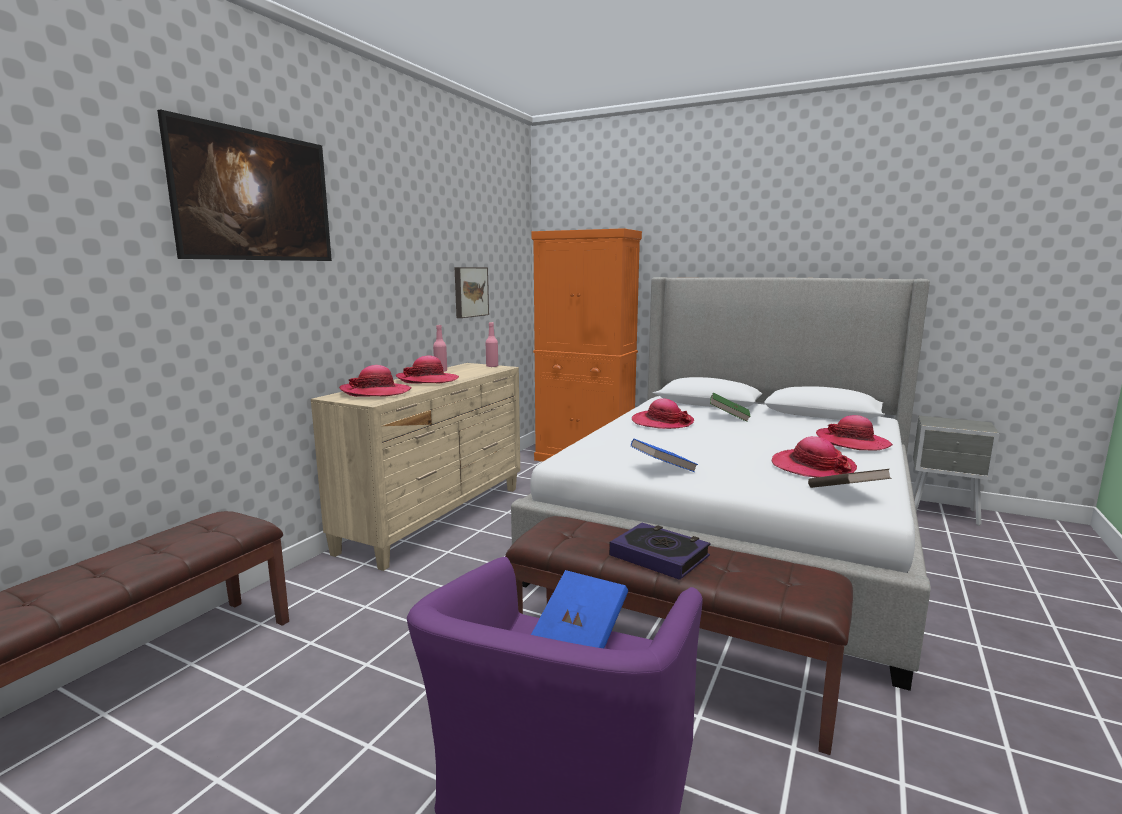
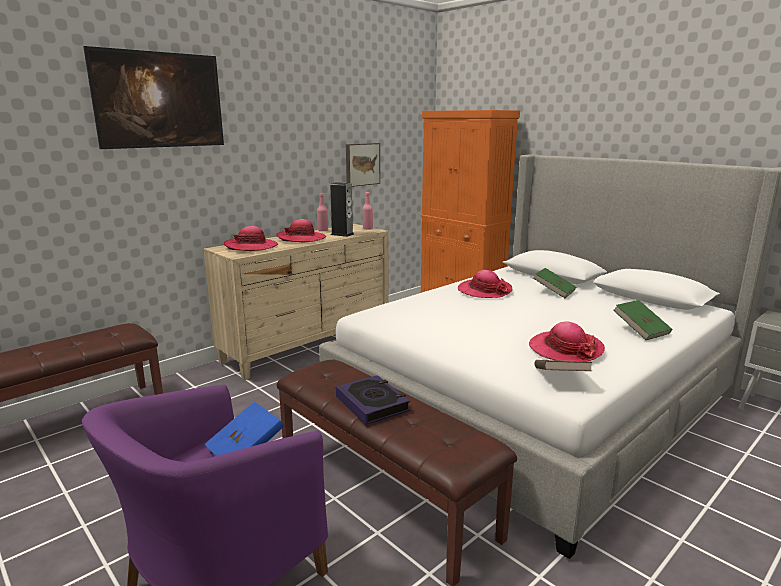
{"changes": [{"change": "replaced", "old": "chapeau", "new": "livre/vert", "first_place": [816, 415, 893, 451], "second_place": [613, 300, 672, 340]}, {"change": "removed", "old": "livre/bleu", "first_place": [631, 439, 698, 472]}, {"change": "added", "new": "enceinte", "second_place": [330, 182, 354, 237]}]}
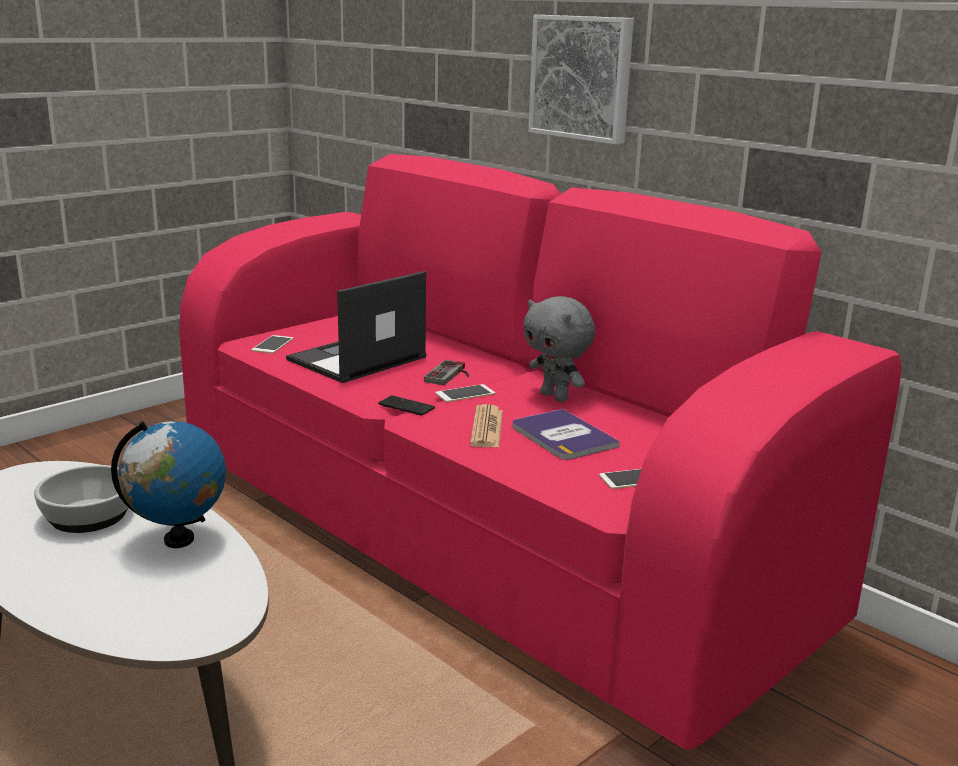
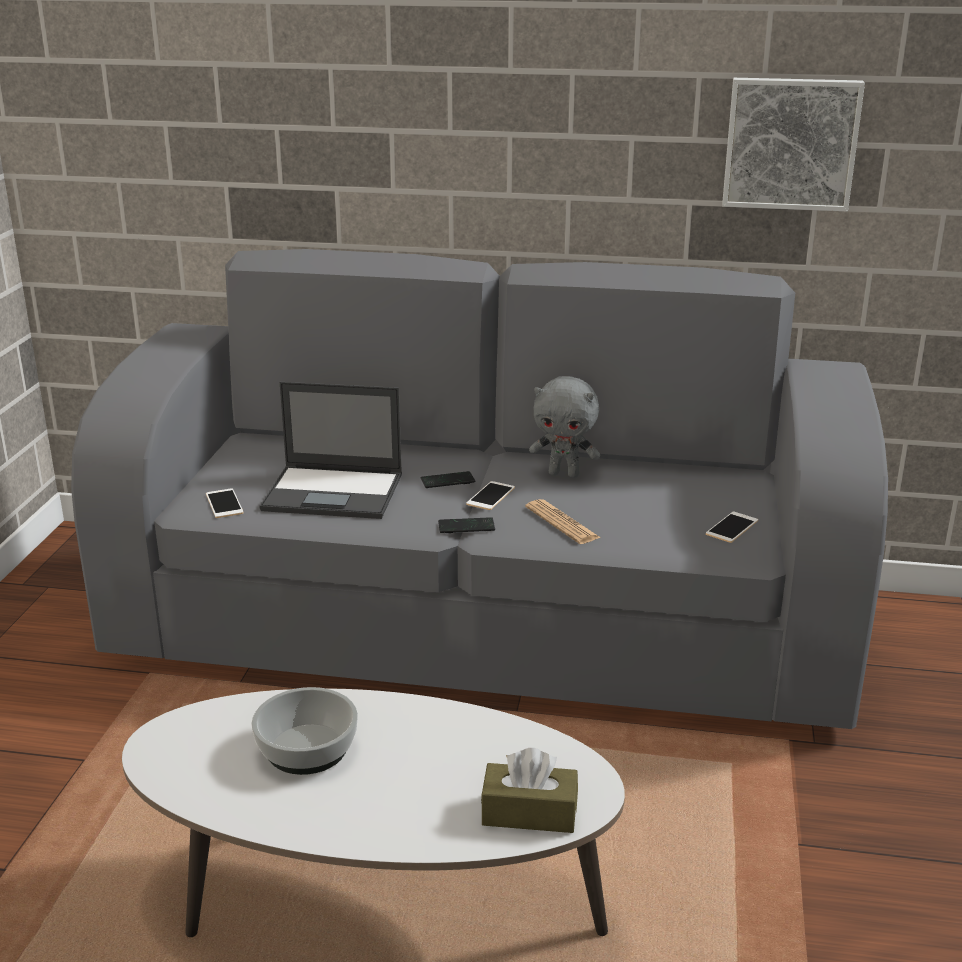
{"changes": [{"change": "moved", "old": "tableau", "first_place": [528, 15, 634, 144], "second_place": [722, 78, 865, 211]}, {"change": "recoloured", "old": "canapé/rose", "new": "canapé/gris", "first_place": [179, 154, 902, 749], "second_place": [71, 249, 888, 729]}, {"change": "turned", "old": "ordinateur portable", "first_place": [286, 271, 427, 383], "second_place": [259, 382, 402, 519], "degrees": -90}, {"change": "replaced", "old": "manette", "new": "téléphone", "first_place": [424, 360, 469, 385], "second_place": [421, 471, 475, 488]}, {"change": "removed", "old": "livre", "first_place": [512, 409, 620, 460]}, {"change": "removed", "old": "globe", "first_place": [111, 421, 226, 548]}, {"change": "added", "new": "boîte à mouchoirs/marron", "second_place": [481, 748, 578, 833]}]}
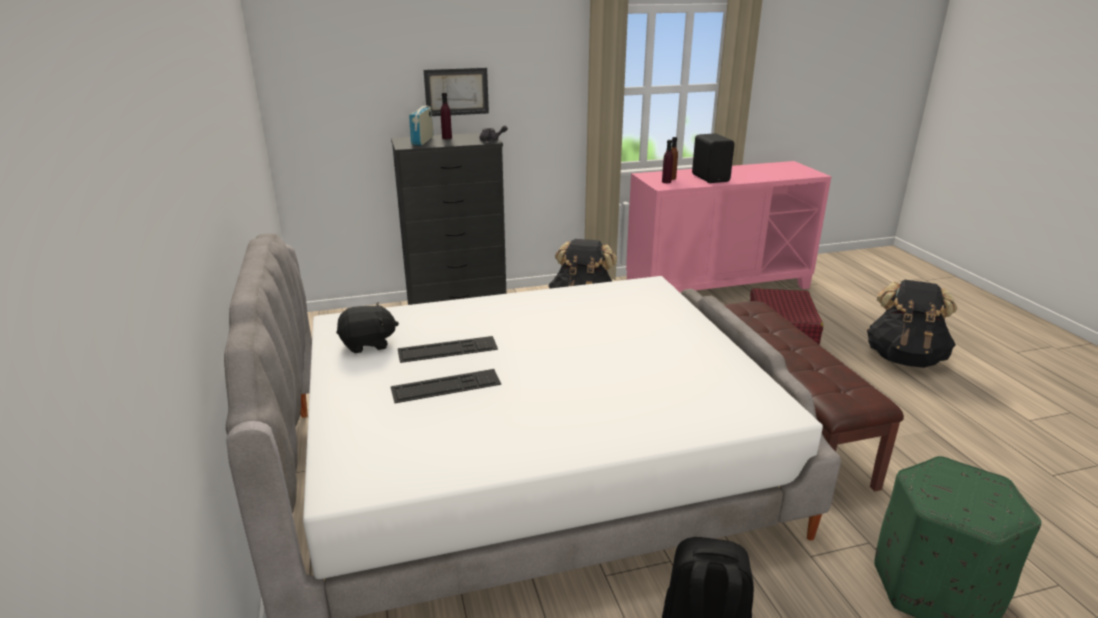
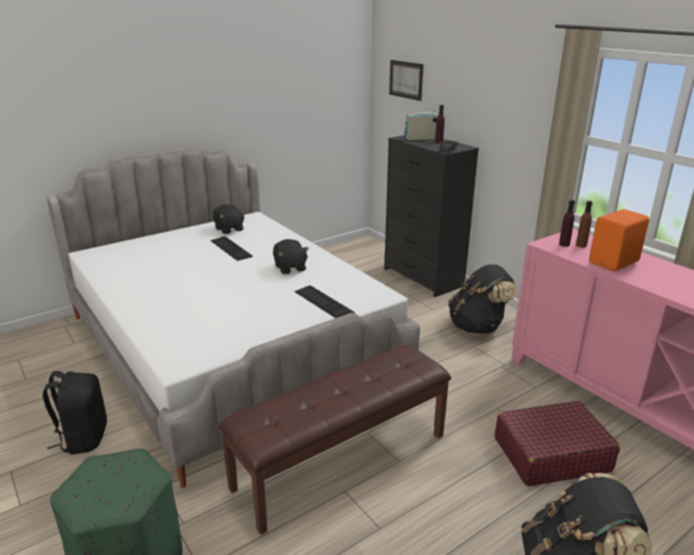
{"changes": [{"change": "moved", "old": "tableau", "first_place": [424, 68, 489, 116], "second_place": [389, 60, 423, 101]}, {"change": "recoloured", "old": "enceinte/noir", "new": "enceinte/orange", "first_place": [692, 133, 735, 183], "second_place": [589, 209, 649, 271]}, {"change": "moved", "old": "clavier", "first_place": [391, 369, 501, 403], "second_place": [294, 285, 355, 318]}, {"change": "added", "new": "peluche/noir", "second_place": [273, 239, 309, 274]}]}
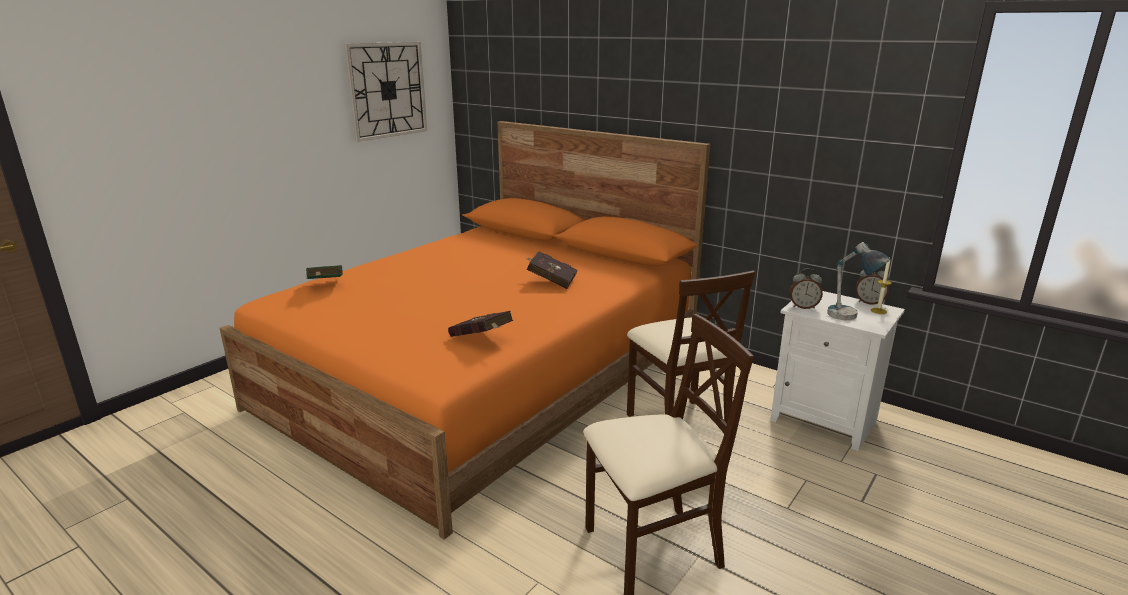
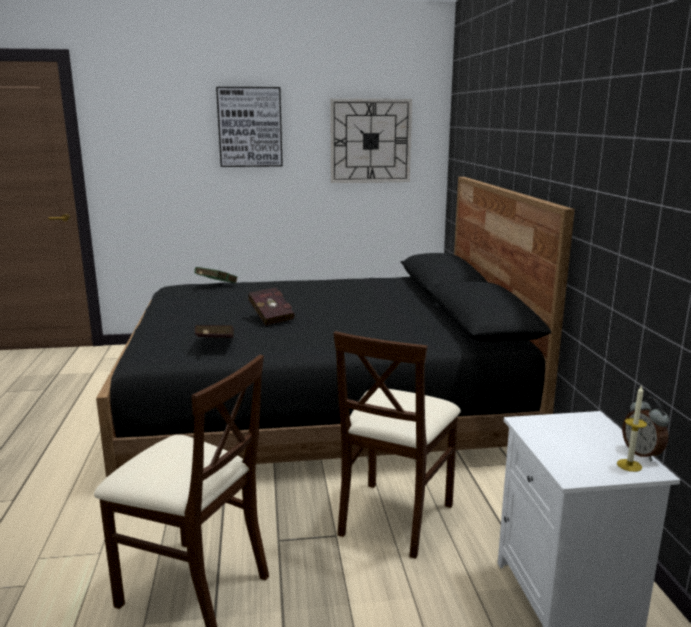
{"changes": [{"change": "recoloured", "old": "lit/orange", "new": "lit/noir", "first_place": [220, 121, 710, 540], "second_place": [96, 177, 575, 478]}, {"change": "removed", "old": "lampe de table", "first_place": [827, 242, 890, 320]}, {"change": "moved", "old": "livre/rouge", "first_place": [527, 251, 578, 289], "second_place": [248, 288, 295, 325]}, {"change": "removed", "old": "réveil", "first_place": [789, 268, 823, 309]}, {"change": "added", "new": "tableau", "second_place": [216, 87, 283, 167]}]}
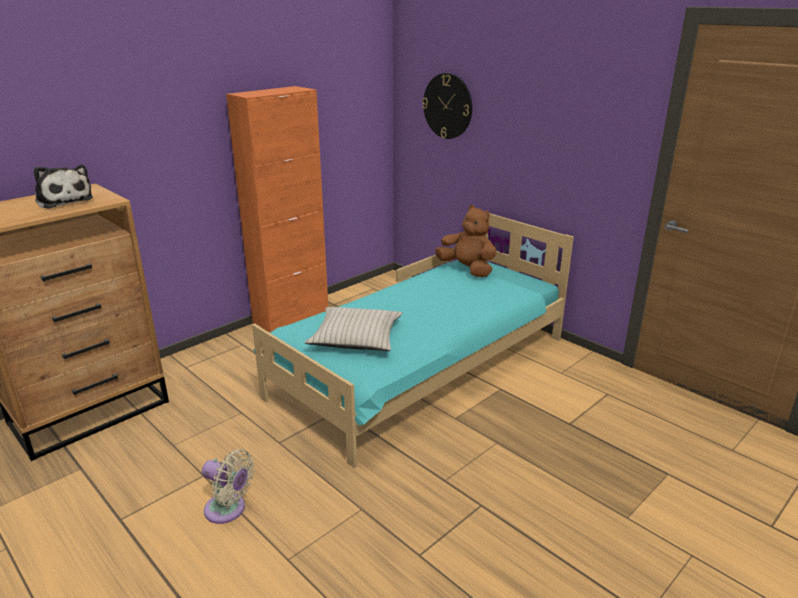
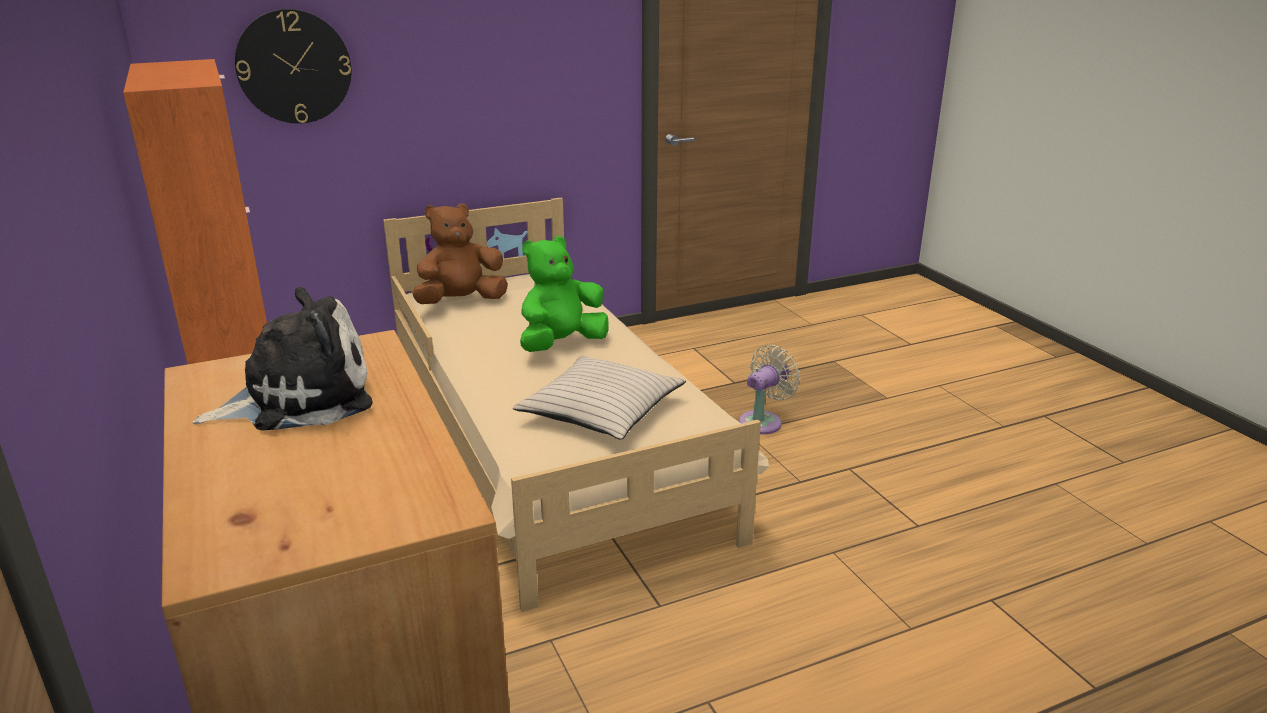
{"changes": [{"change": "recoloured", "old": "lit/turquoise", "new": "lit/beige", "first_place": [252, 213, 574, 469], "second_place": [383, 198, 769, 612]}, {"change": "moved", "old": "ventilateur/beige", "first_place": [202, 449, 254, 524], "second_place": [739, 345, 800, 434]}, {"change": "added", "new": "peluche/vert", "second_place": [520, 236, 608, 352]}]}
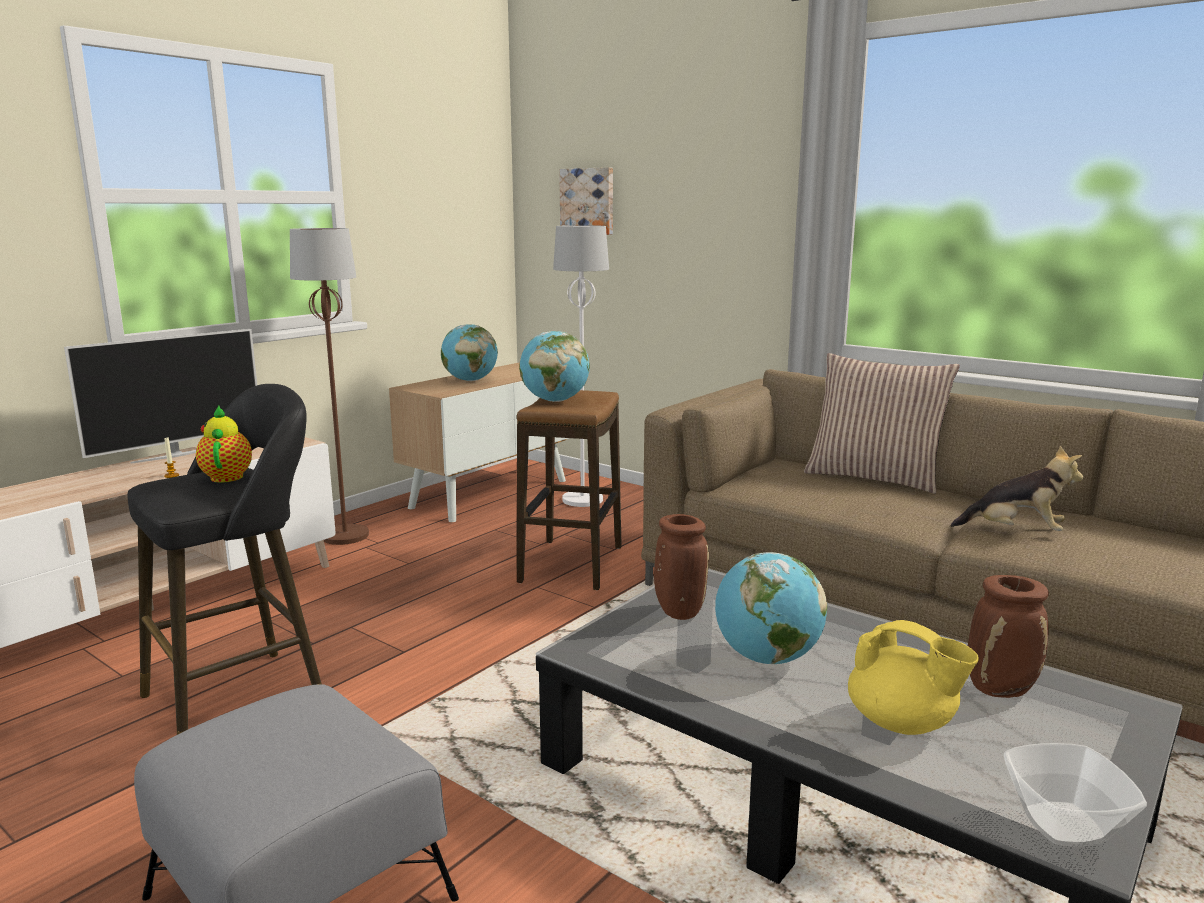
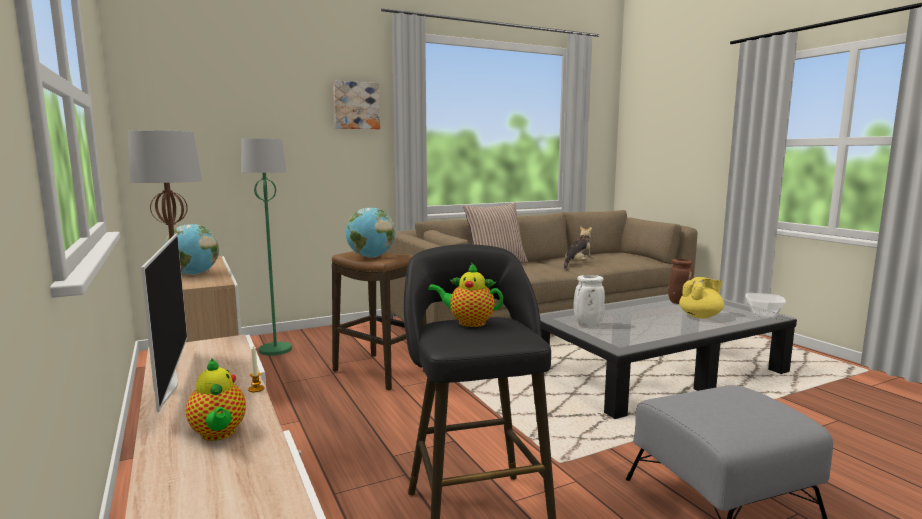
{"changes": [{"change": "moved", "old": "tableau", "first_place": [559, 167, 613, 235], "second_place": [333, 81, 380, 129]}, {"change": "recoloured", "old": "lampadaire/blanc", "new": "lampadaire/vert", "first_place": [553, 225, 609, 507], "second_place": [241, 139, 292, 356]}, {"change": "recoloured", "old": "vase/marron", "new": "vase/blanc", "first_place": [654, 514, 709, 620], "second_place": [573, 275, 605, 327]}, {"change": "removed", "old": "globe", "first_place": [715, 552, 827, 664]}, {"change": "added", "new": "théière", "second_place": [186, 359, 246, 441]}]}
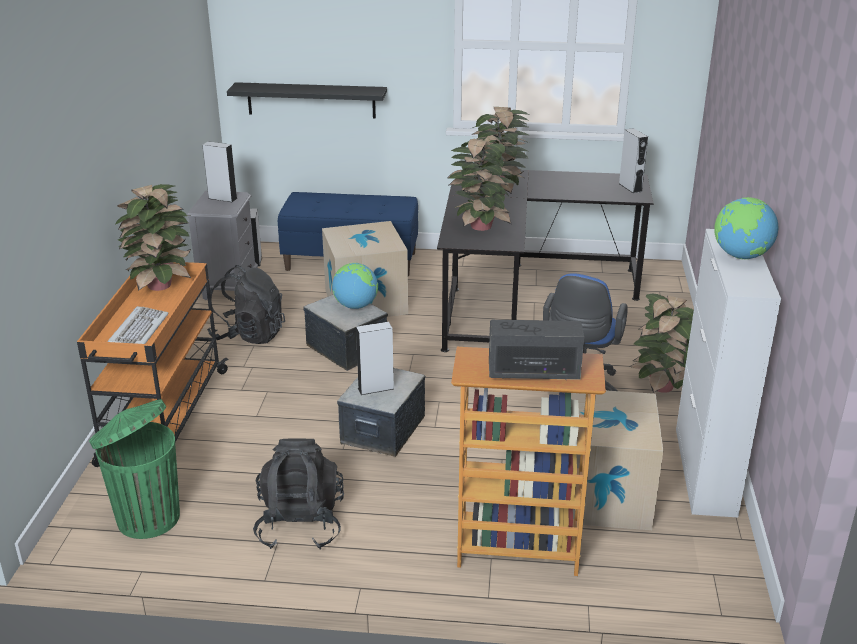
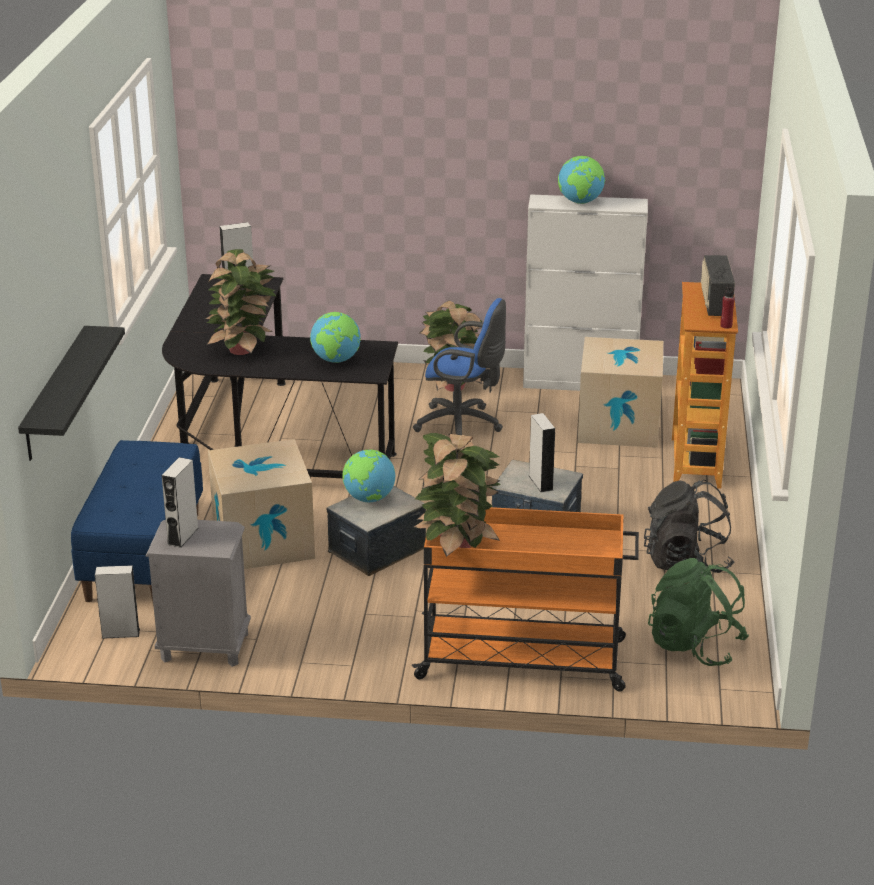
{"changes": [{"change": "replaced", "old": "plante en pot", "new": "globe", "first_place": [447, 135, 516, 231], "second_place": [310, 312, 361, 363]}, {"change": "removed", "old": "sac à dos/noir", "first_place": [207, 265, 285, 344]}, {"change": "removed", "old": "clavier", "first_place": [108, 306, 169, 344]}, {"change": "replaced", "old": "poubelle/vert", "new": "sac à dos/vert", "first_place": [89, 399, 180, 539], "second_place": [648, 558, 749, 666]}, {"change": "added", "new": "bouteille/rouge", "second_place": [720, 285, 735, 329]}]}
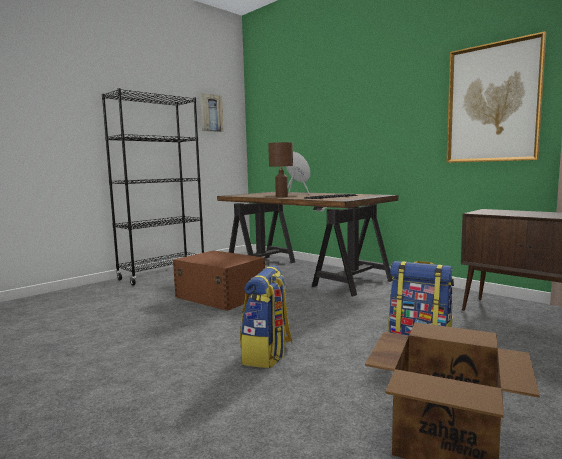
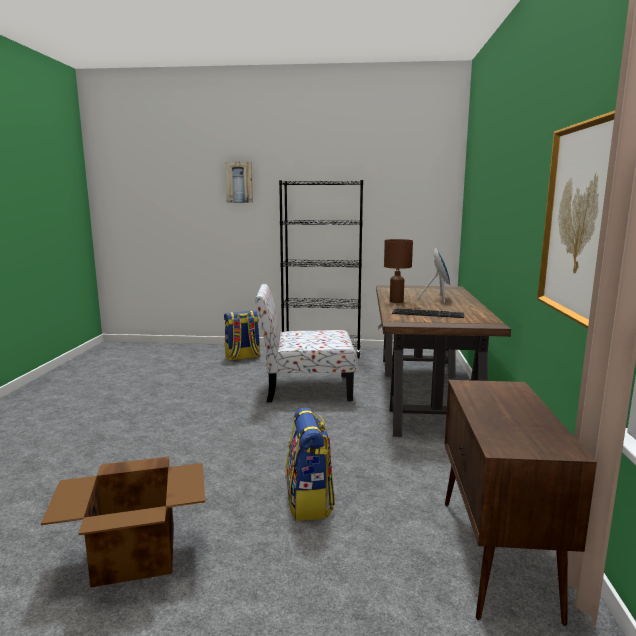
{"changes": [{"change": "moved", "old": "tableau", "first_place": [200, 93, 223, 132], "second_place": [225, 162, 253, 203]}, {"change": "replaced", "old": "boîte de rangement/marron", "new": "chaise", "first_place": [173, 250, 265, 311], "second_place": [255, 283, 356, 402]}, {"change": "moved", "old": "sac à dos", "first_place": [240, 265, 292, 368], "second_place": [224, 310, 261, 361]}]}
